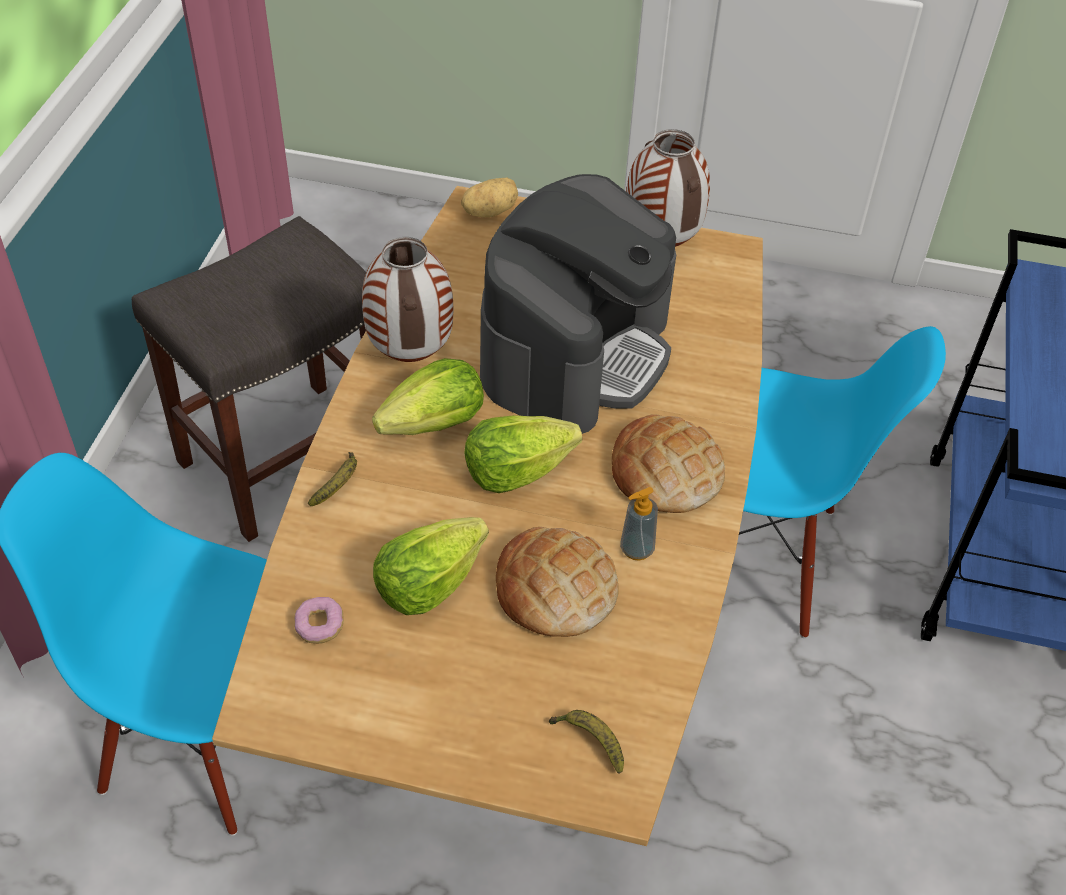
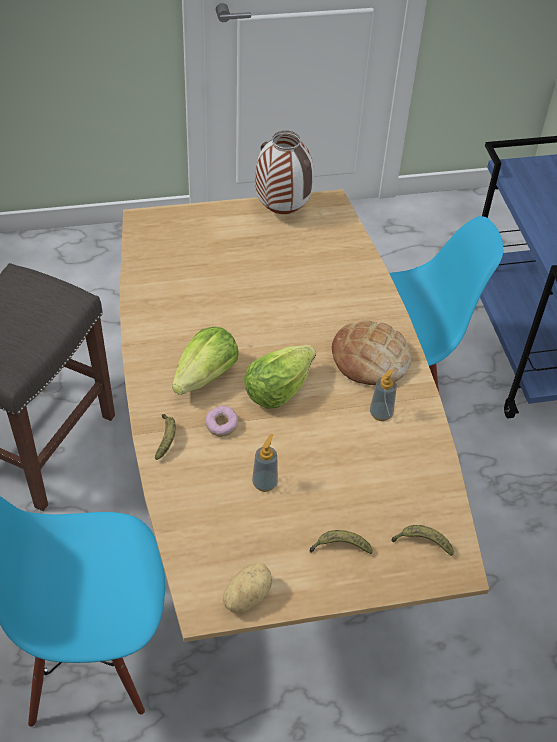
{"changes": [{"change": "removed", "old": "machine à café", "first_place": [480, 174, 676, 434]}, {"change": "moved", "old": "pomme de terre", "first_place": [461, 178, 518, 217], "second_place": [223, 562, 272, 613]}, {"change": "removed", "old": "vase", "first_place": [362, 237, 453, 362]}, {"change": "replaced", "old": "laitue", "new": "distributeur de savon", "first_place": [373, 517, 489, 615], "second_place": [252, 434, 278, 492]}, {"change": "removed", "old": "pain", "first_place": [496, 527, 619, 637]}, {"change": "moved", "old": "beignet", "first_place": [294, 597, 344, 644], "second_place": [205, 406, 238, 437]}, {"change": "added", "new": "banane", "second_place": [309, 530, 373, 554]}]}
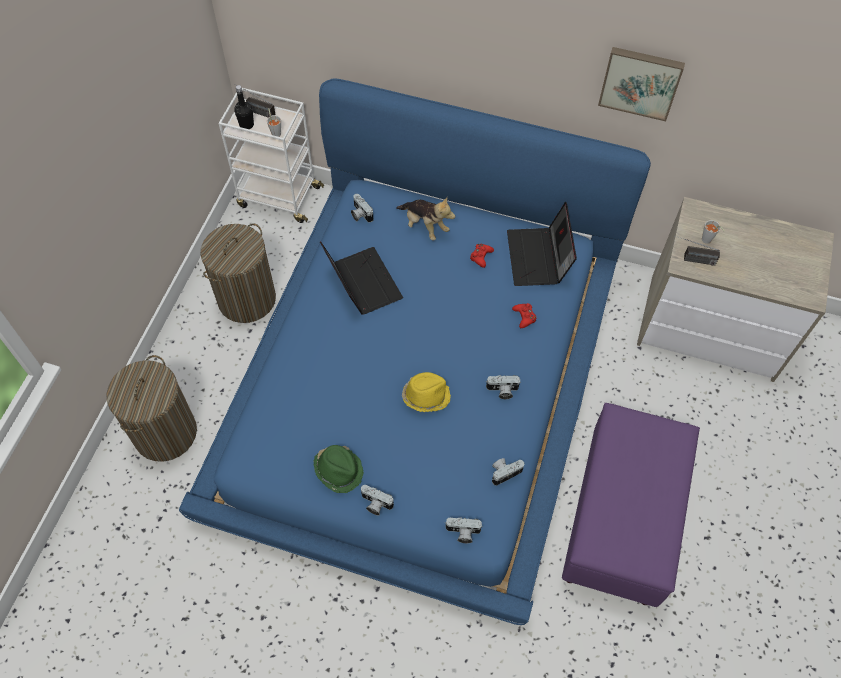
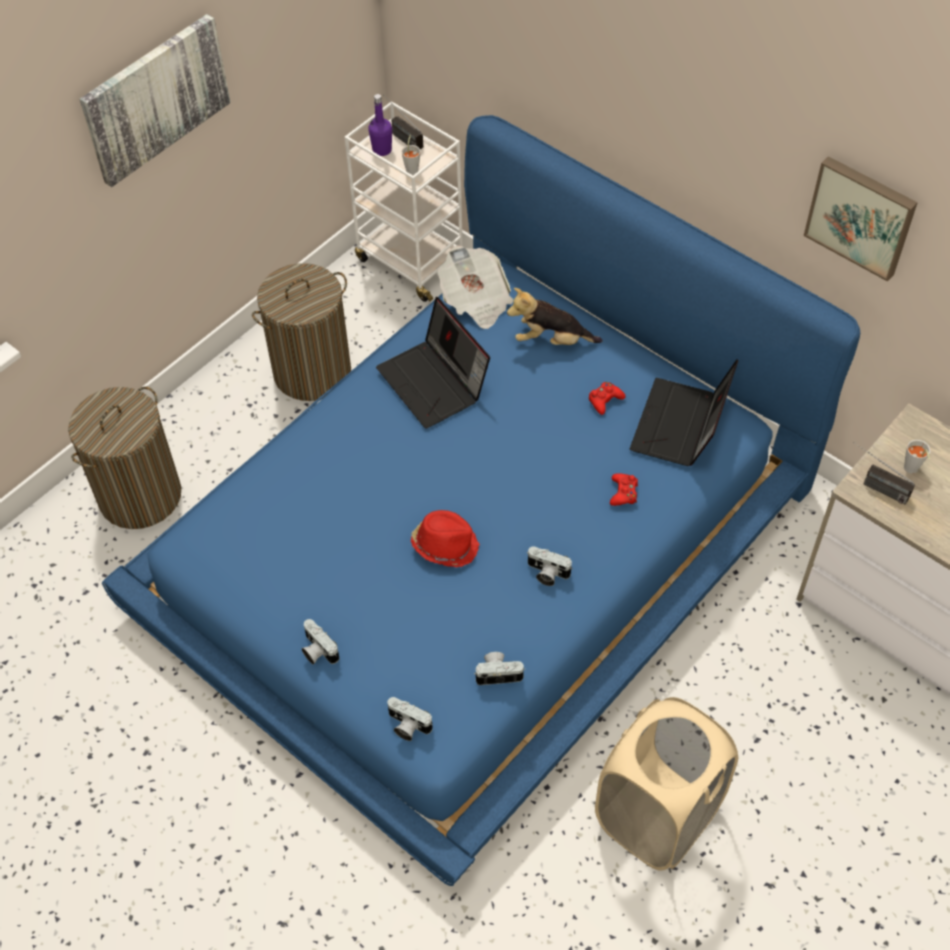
{"changes": [{"change": "recoloured", "old": "bouteille/noir", "new": "bouteille/violet", "first_place": [234, 85, 254, 129], "second_place": [368, 94, 392, 156]}, {"change": "replaced", "old": "appareil photo", "new": "journal", "first_place": [351, 194, 373, 223], "second_place": [438, 245, 514, 329]}, {"change": "turned", "old": "peluche", "first_place": [396, 198, 455, 241], "second_place": [507, 288, 602, 345], "degrees": 120}, {"change": "turned", "old": "ordinateur portable", "first_place": [320, 241, 403, 314], "second_place": [376, 297, 490, 429], "degrees": 150}, {"change": "recoloured", "old": "chapeau/jaune", "new": "chapeau/rouge", "first_place": [402, 372, 451, 412], "second_place": [411, 510, 480, 567]}, {"change": "replaced", "old": "pouf/violet", "new": "panier à linge/beige", "first_place": [562, 403, 700, 607], "second_place": [595, 697, 739, 871]}, {"change": "removed", "old": "chapeau/vert", "first_place": [314, 445, 364, 493]}, {"change": "added", "new": "tableau", "second_place": [80, 14, 231, 187]}]}
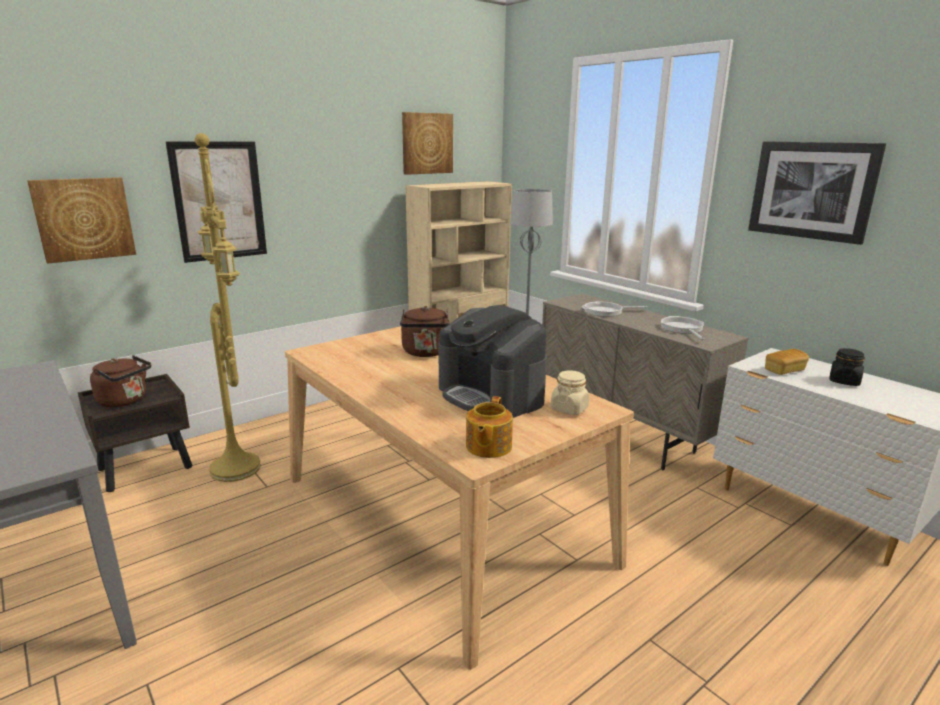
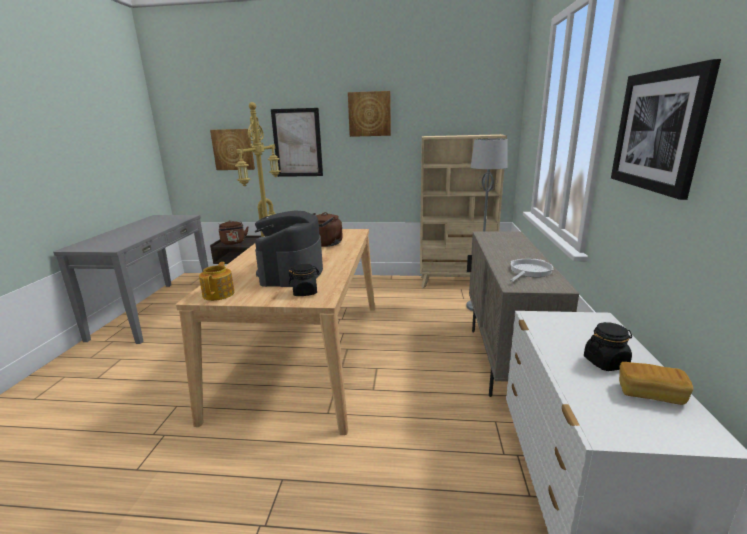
{"changes": [{"change": "moved", "old": "tableau", "first_place": [402, 112, 453, 175], "second_place": [348, 91, 391, 137]}, {"change": "removed", "old": "poêle", "first_place": [582, 301, 648, 317]}, {"change": "moved", "old": "pain", "first_place": [765, 349, 809, 375], "second_place": [619, 362, 693, 405]}, {"change": "recoloured", "old": "bocal/beige", "new": "bocal/noir", "first_place": [551, 370, 589, 415], "second_place": [289, 264, 320, 296]}, {"change": "turned", "old": "théière", "first_place": [466, 396, 513, 458], "second_place": [199, 262, 234, 301], "degrees": 120}]}
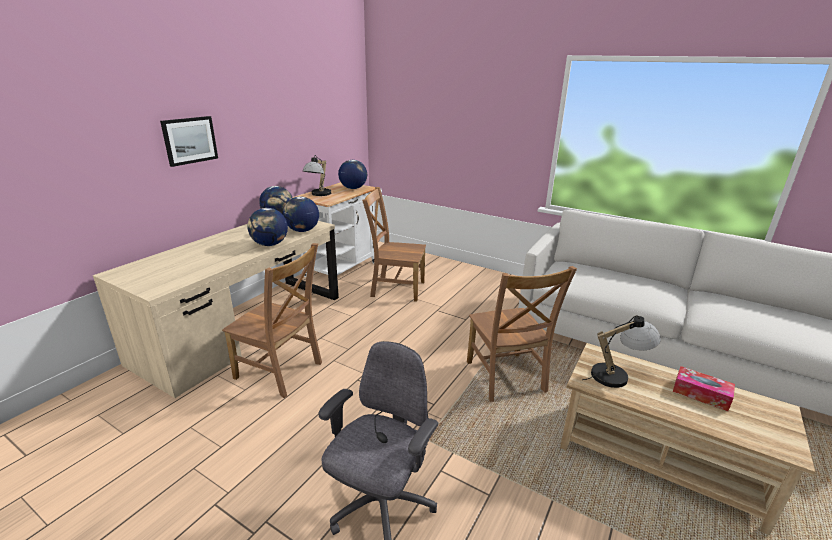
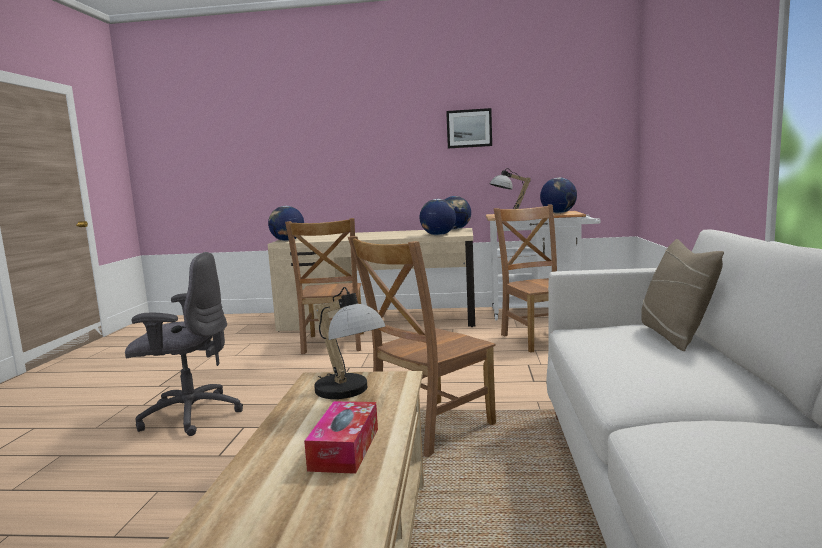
{"changes": [{"change": "moved", "old": "tableau", "first_place": [160, 116, 218, 167], "second_place": [446, 108, 492, 148]}, {"change": "moved", "old": "globe", "first_place": [247, 208, 288, 246], "second_place": [268, 206, 304, 241]}, {"change": "added", "new": "coussin/beige", "second_place": [641, 239, 724, 351]}]}
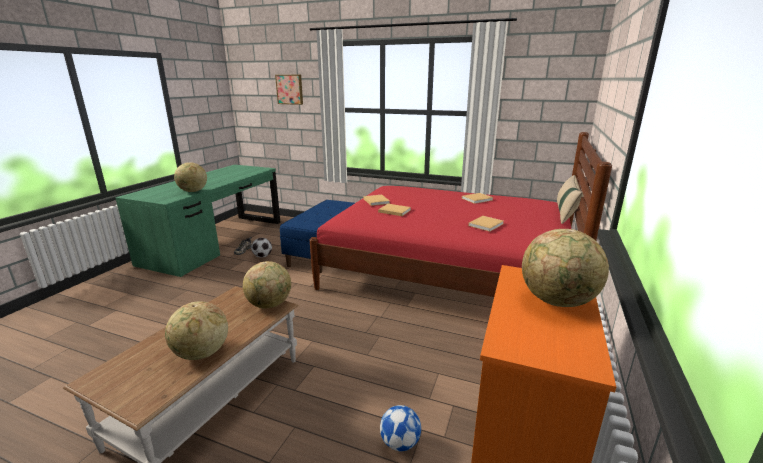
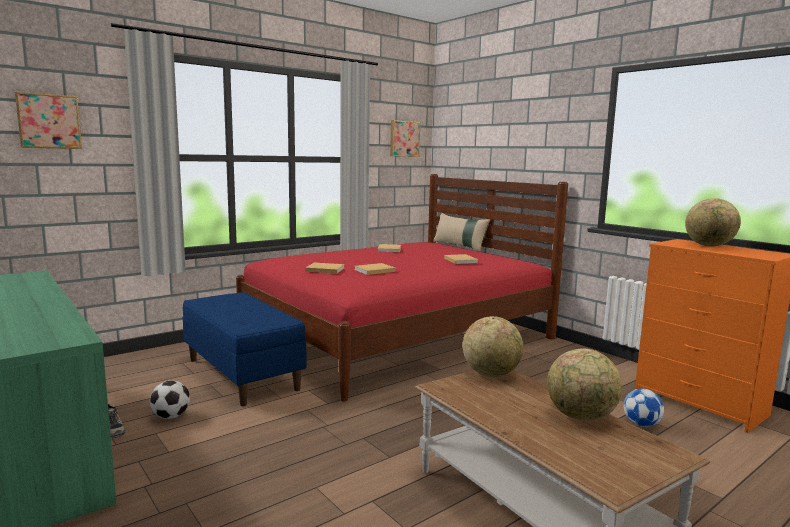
{"changes": [{"change": "removed", "old": "globe", "first_place": [174, 162, 207, 192]}, {"change": "added", "new": "tableau", "second_place": [390, 120, 420, 157]}]}
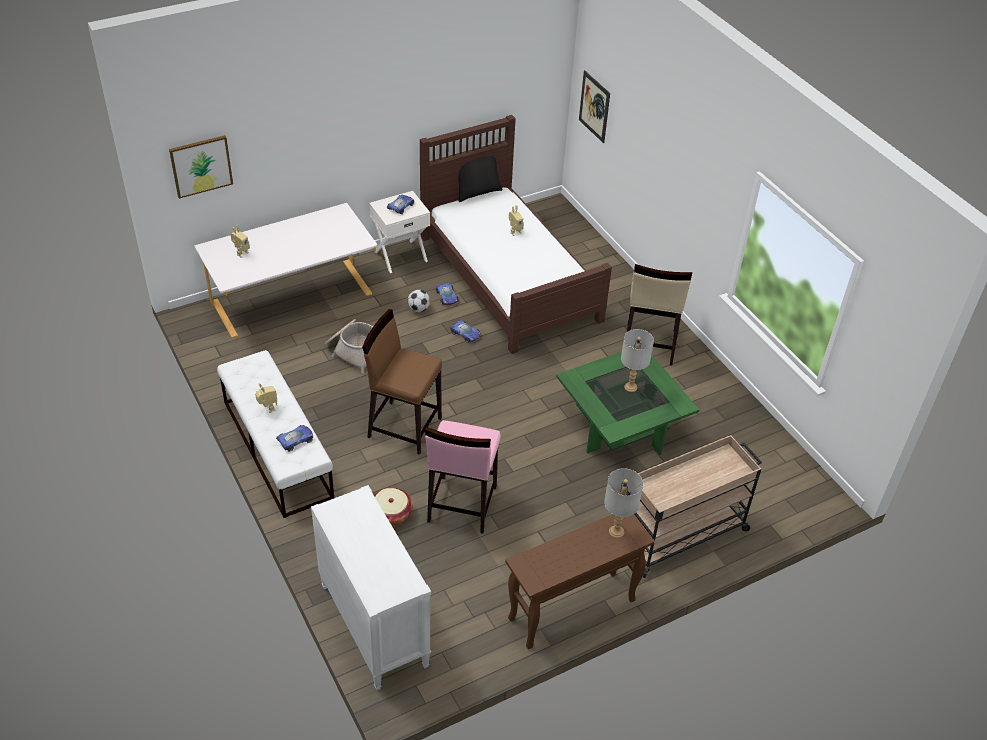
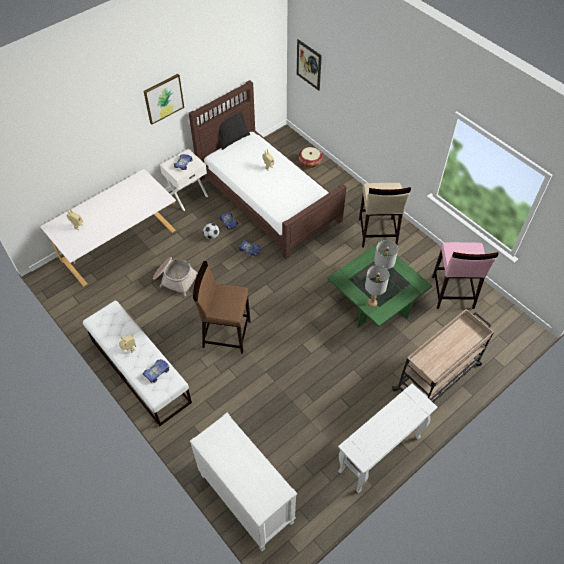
{"changes": [{"change": "moved", "old": "tableau", "first_place": [169, 135, 233, 199], "second_place": [144, 74, 184, 125]}, {"change": "moved", "old": "tabouret/rose", "first_place": [425, 420, 501, 534], "second_place": [432, 242, 499, 309]}, {"change": "moved", "old": "lampe de table/gris", "first_place": [604, 468, 643, 538], "second_place": [365, 265, 389, 307]}, {"change": "moved", "old": "panier", "first_place": [374, 488, 413, 526], "second_place": [298, 147, 323, 168]}, {"change": "recoloured", "old": "table console/marron", "new": "table console/blanc", "first_place": [505, 514, 655, 649], "second_place": [338, 383, 437, 493]}]}
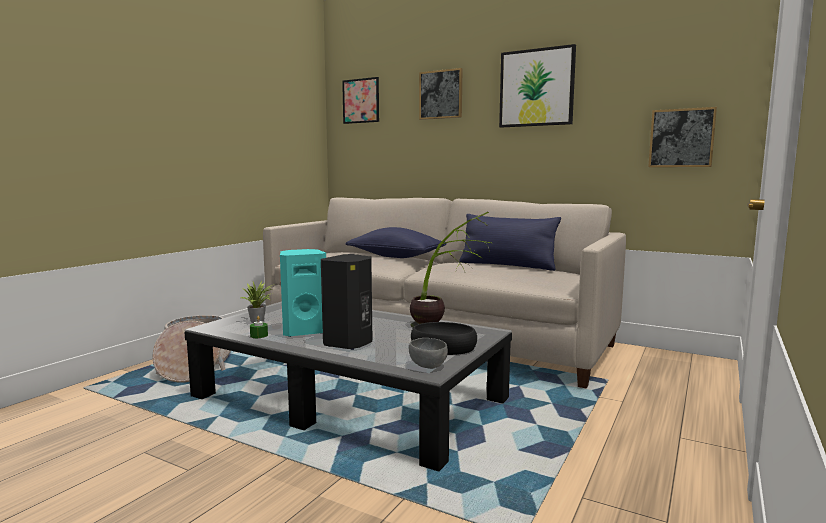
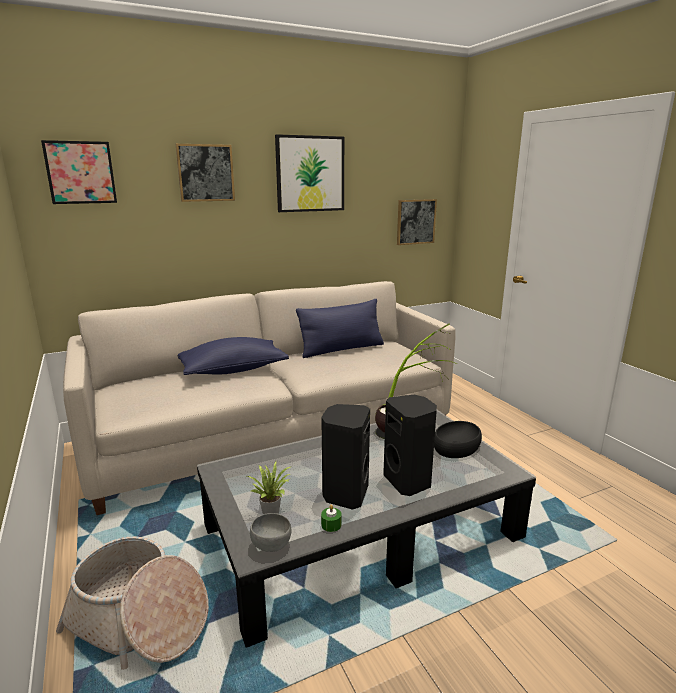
{"changes": [{"change": "recoloured", "old": "enceinte/turquoise", "new": "enceinte/noir", "first_place": [280, 249, 326, 337], "second_place": [321, 404, 370, 510]}, {"change": "moved", "old": "bol/gris", "first_place": [409, 338, 448, 369], "second_place": [250, 513, 291, 552]}]}
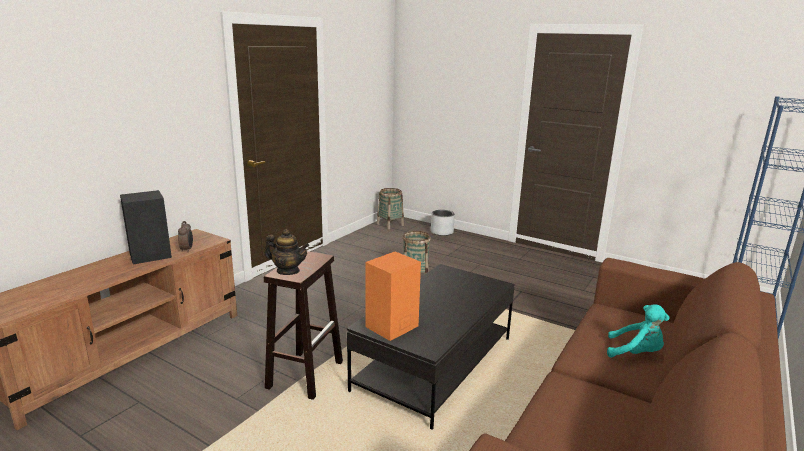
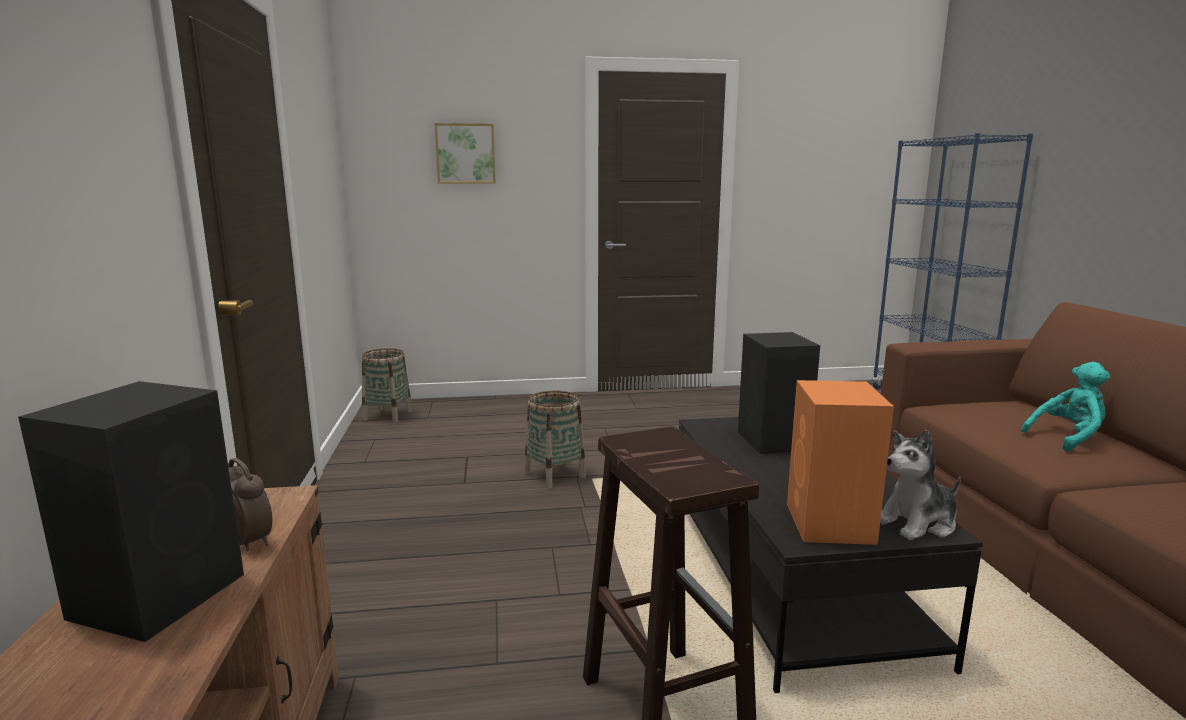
{"changes": [{"change": "removed", "old": "cache-pot/gris", "first_place": [431, 210, 455, 236]}, {"change": "removed", "old": "théière", "first_place": [265, 229, 309, 275]}, {"change": "added", "new": "tableau", "second_place": [434, 123, 496, 183]}, {"change": "added", "new": "enceinte/noir", "second_place": [738, 332, 820, 454]}, {"change": "added", "new": "peluche", "second_place": [880, 430, 961, 540]}]}
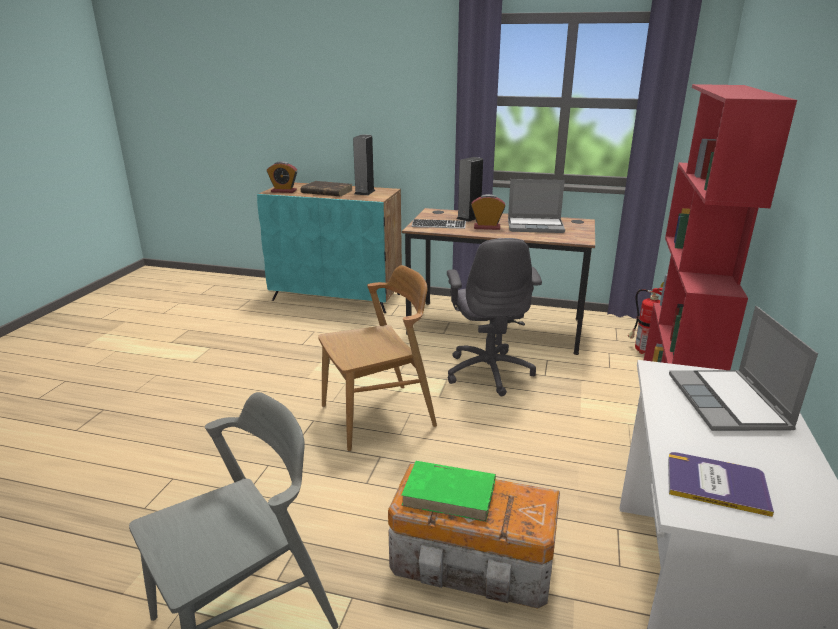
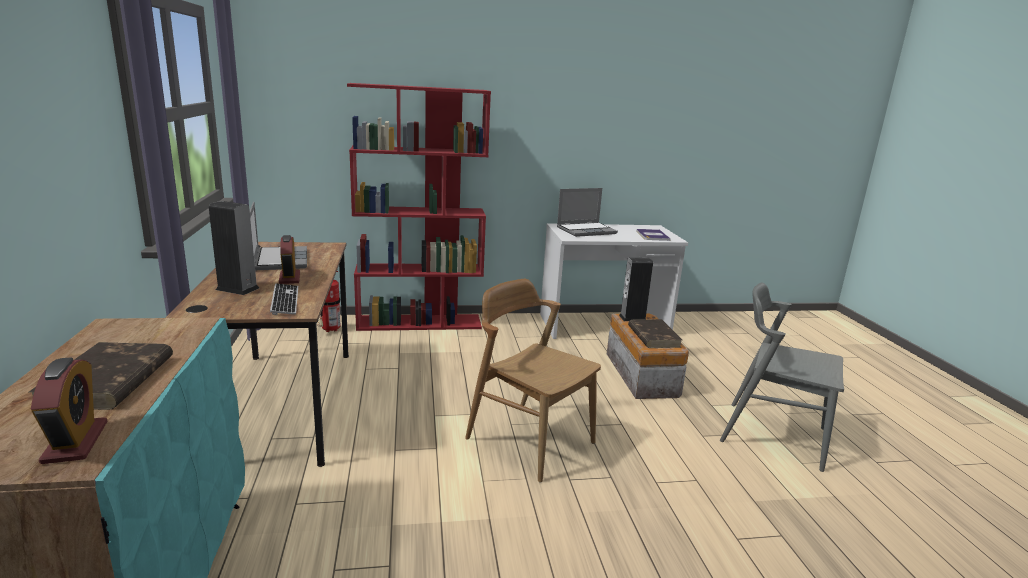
{"changes": [{"change": "moved", "old": "enceinte", "first_place": [353, 134, 375, 195], "second_place": [619, 258, 653, 321]}, {"change": "removed", "old": "chaise de bureau/gris", "first_place": [447, 238, 542, 396]}, {"change": "recoloured", "old": "livre/vert", "new": "livre/marron", "first_place": [401, 461, 496, 522], "second_place": [628, 319, 682, 348]}]}
